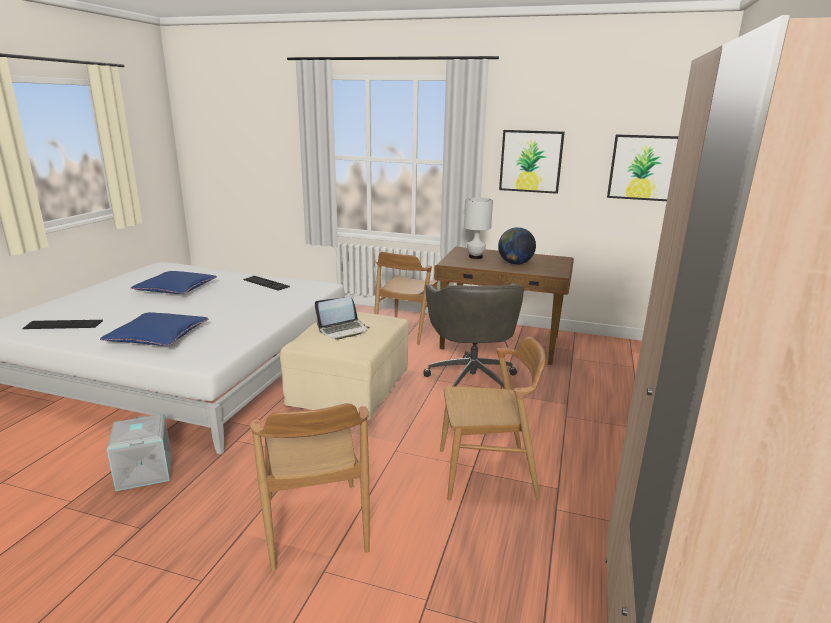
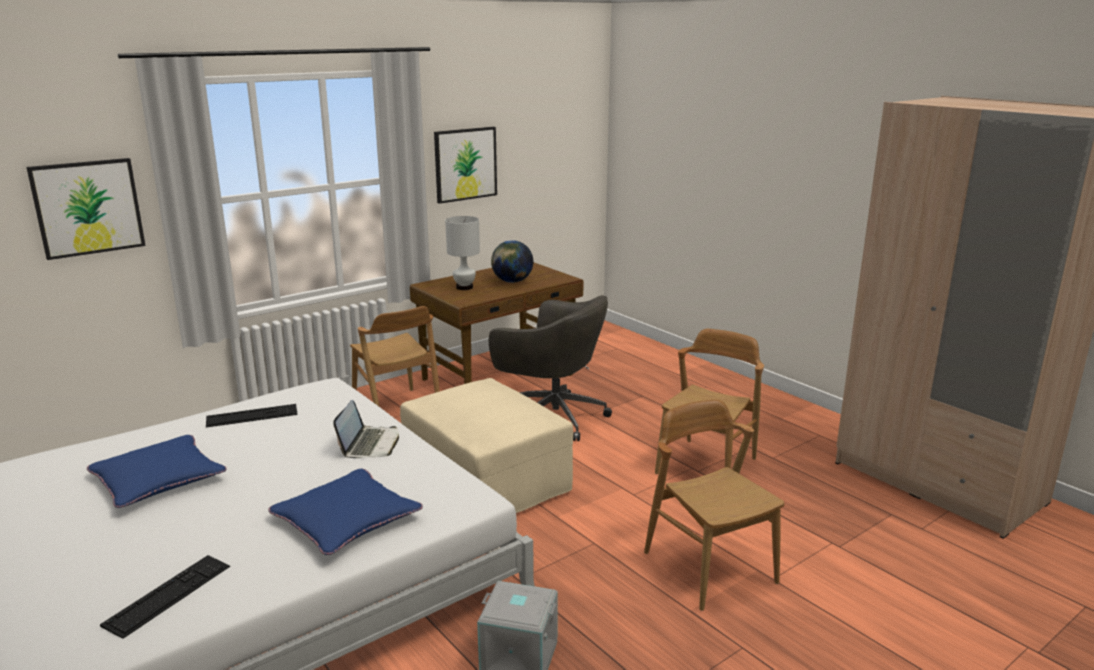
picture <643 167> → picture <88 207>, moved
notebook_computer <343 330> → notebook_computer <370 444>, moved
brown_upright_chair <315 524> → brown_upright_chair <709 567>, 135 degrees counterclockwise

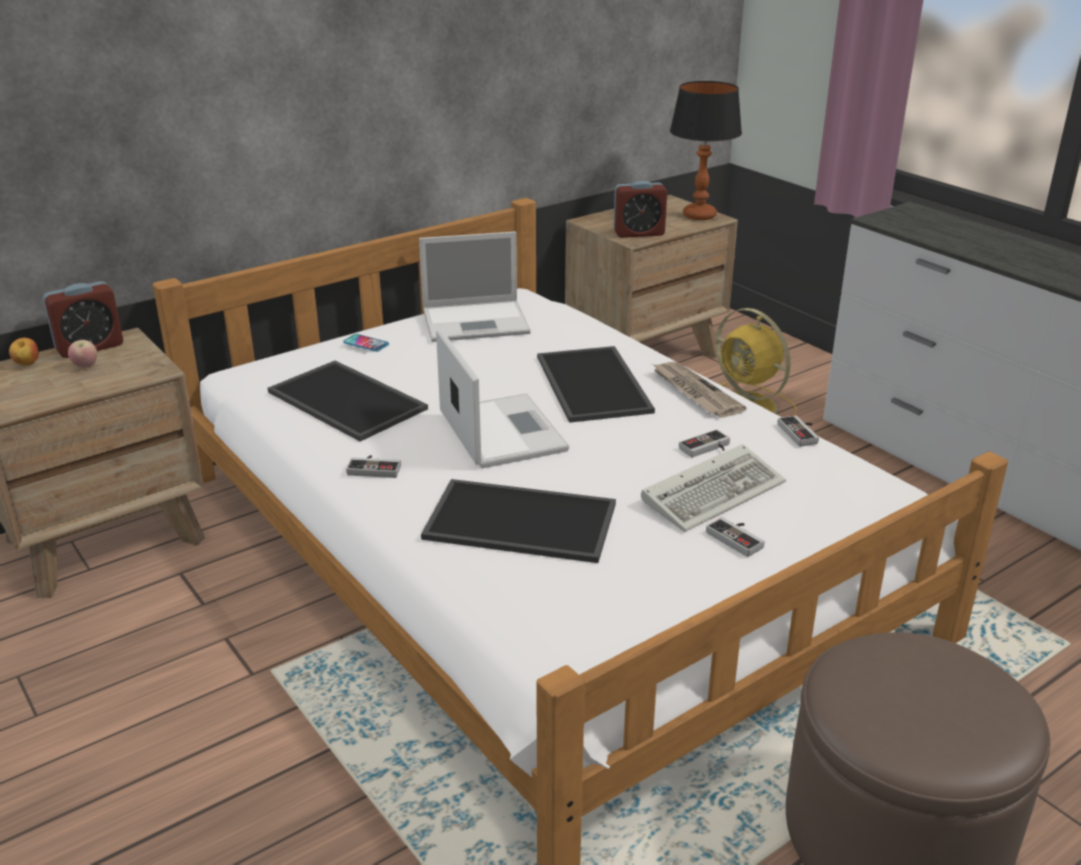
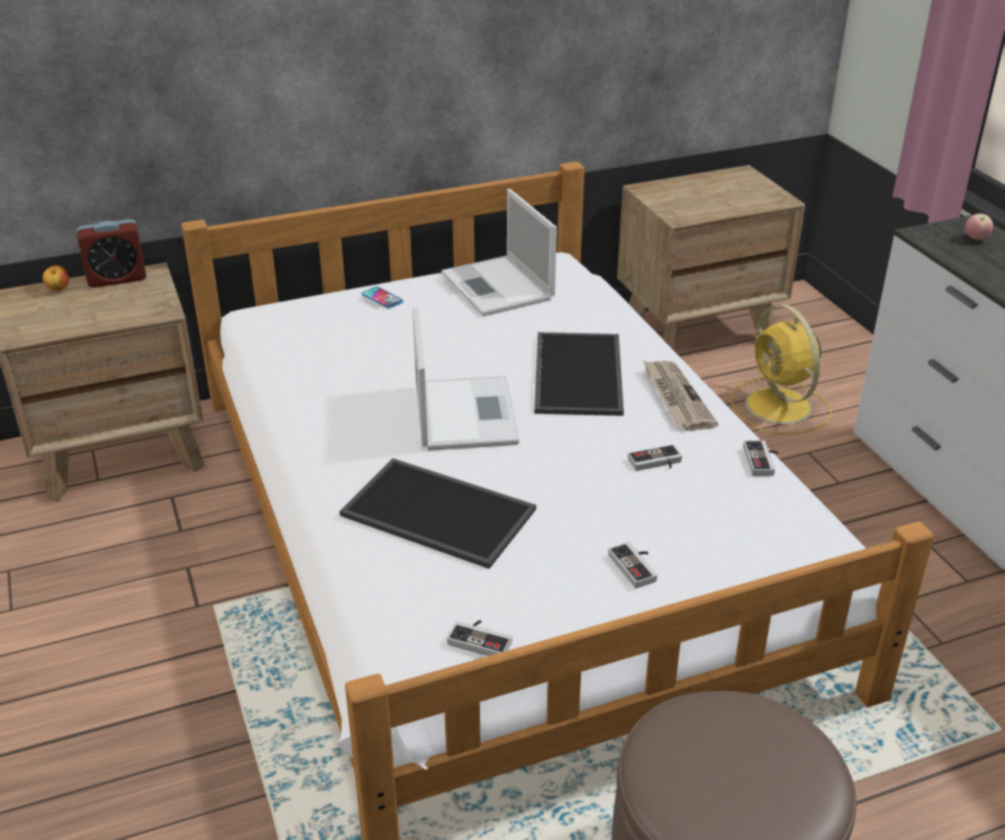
lamp_for_a_table <699 216> → -
alarm_clock <638 233> → -
notebook_computer <477 321> → notebook_computer <498 287>, 60 degrees clockwise
apple <85 366> → apple <975 239>, moved
serving_tray <349 400> → -
PC_keyboard <714 491> → -
gamepad <375 468> → gamepad <482 639>, moved

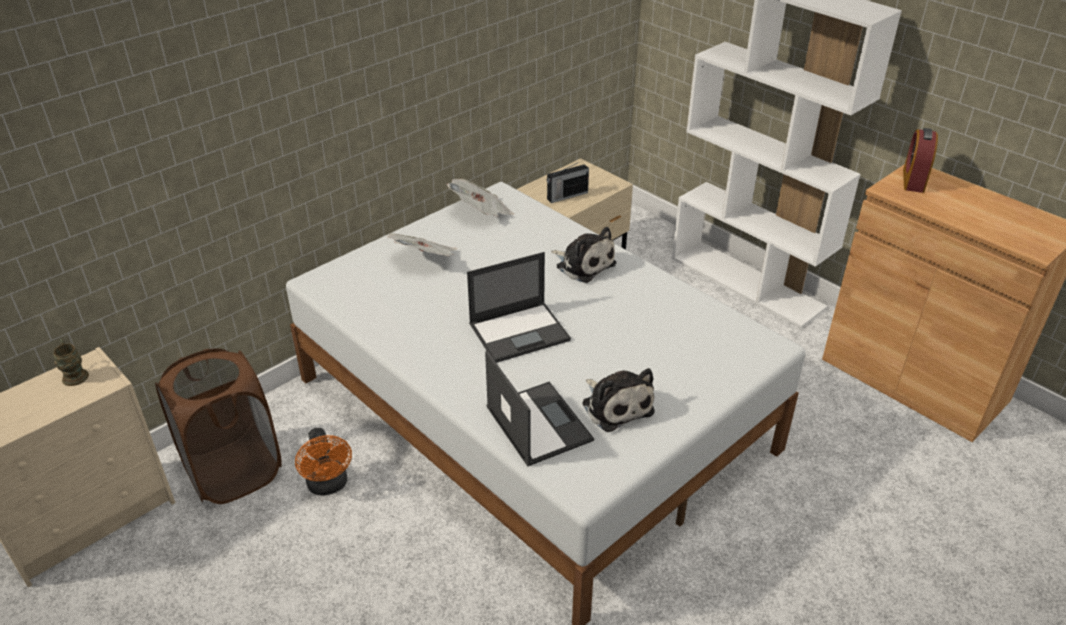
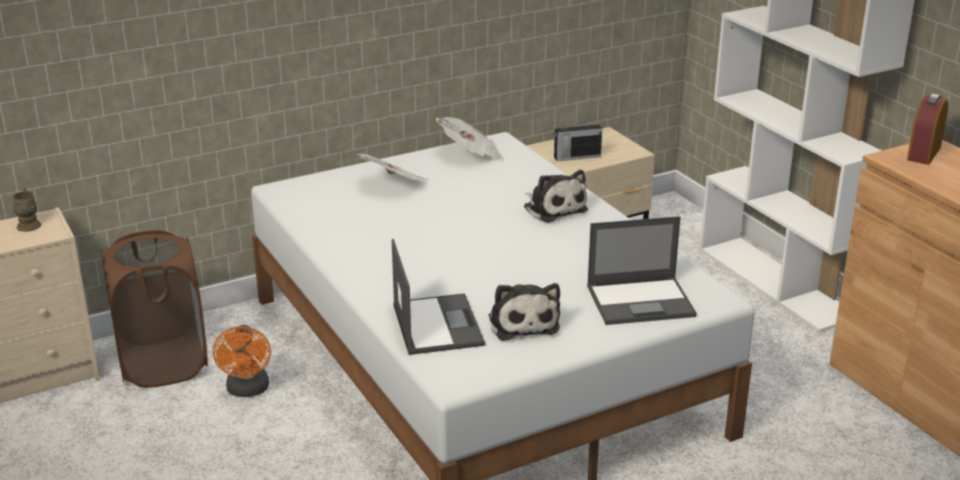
notebook_computer <520 331> → notebook_computer <641 301>, moved

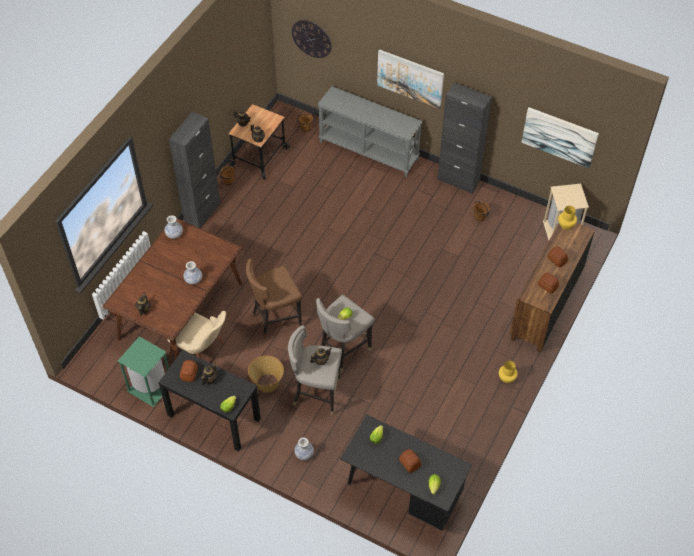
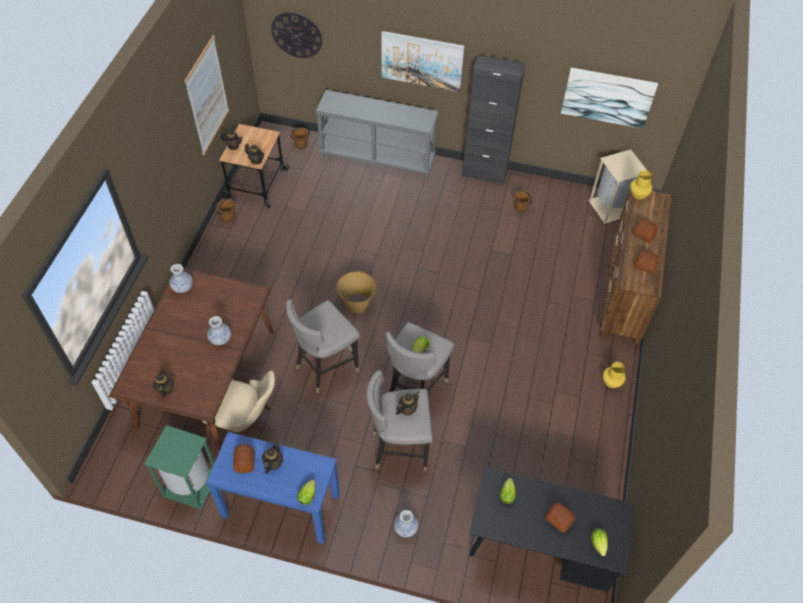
black-coloured_storage_cabinet <202 213> → -
brown_stool <276 320> → greyish_stool <325 367>
black-coloured_narrow_table <213 417> → blue_narrow_table <280 505>
storage_basket <267 383> → storage_basket <356 303>, moved
- → picture <207 96>

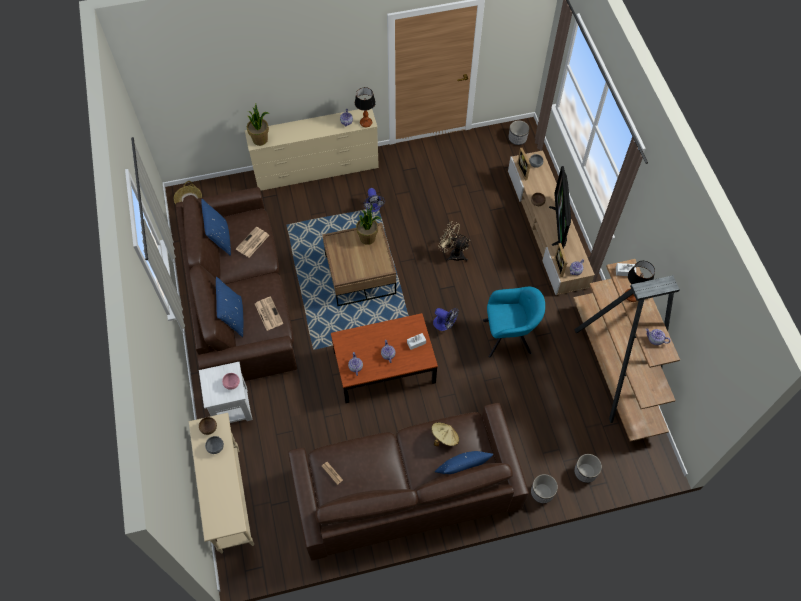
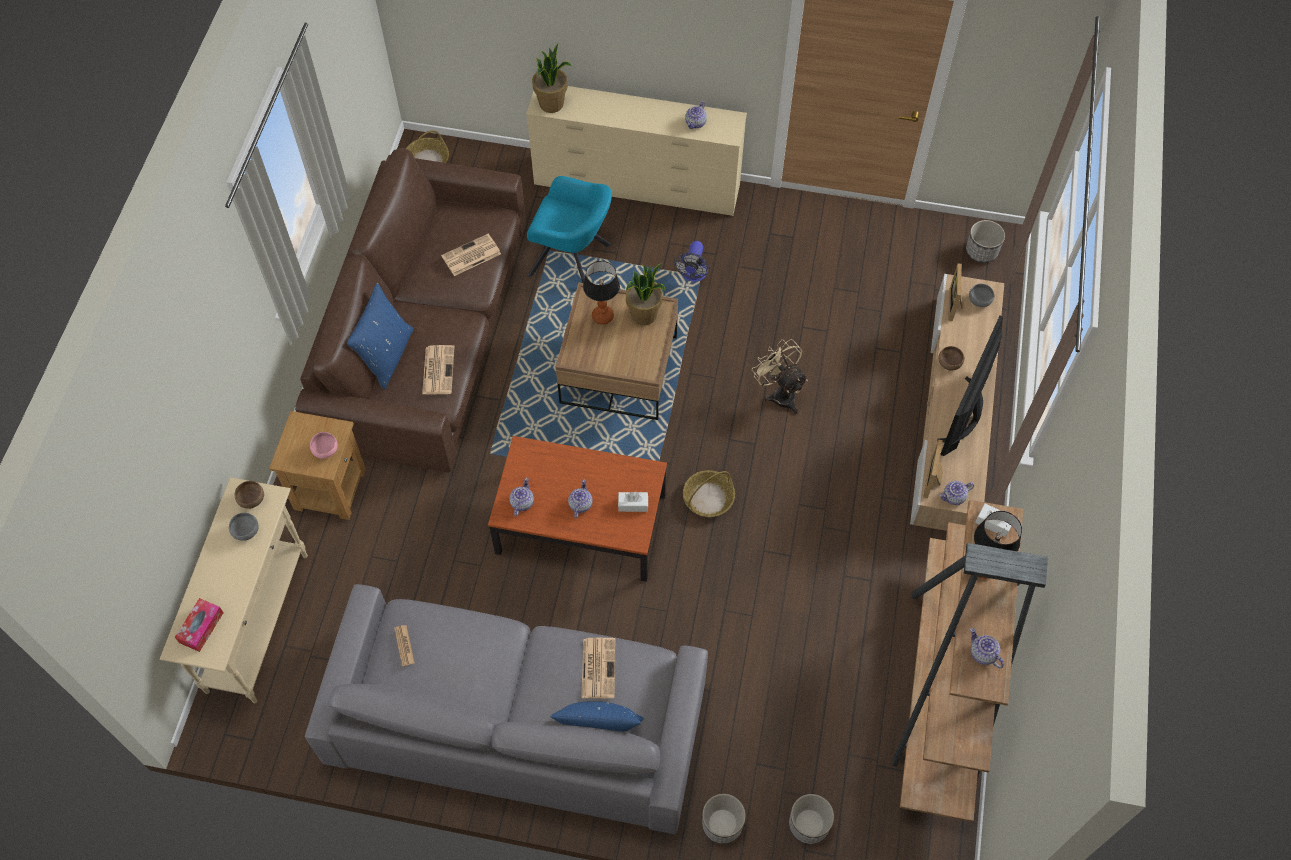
lamp_for_a_table <366 123> → lamp_for_a_table <602 316>, moved
blue_cushion <220 239> → -
turquoise-coloured_lounge_chair <509 336> → turquoise-coloured_lounge_chair <573 261>, moved
fan <445 324> → storage_basket <708 498>
white-coloured_end_table <231 407> → brown_end_table <330 488>
brown_couch <406 487> → greyish_couch <517 720>
sand-coloured_hat <444 437> → printed_paper <598 667>
- → box_of_tissues <201 627>

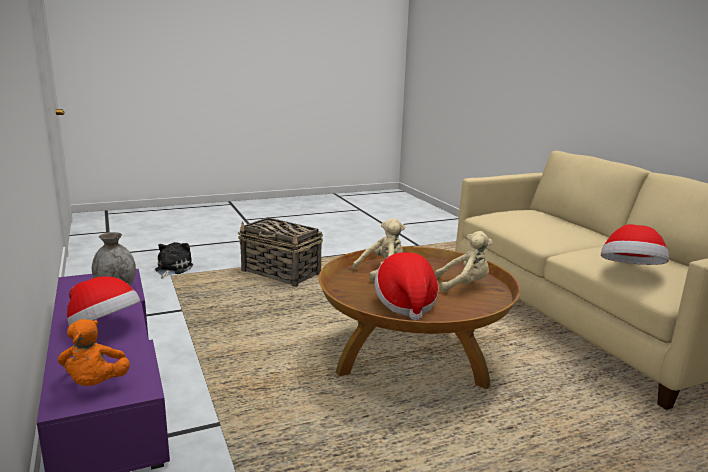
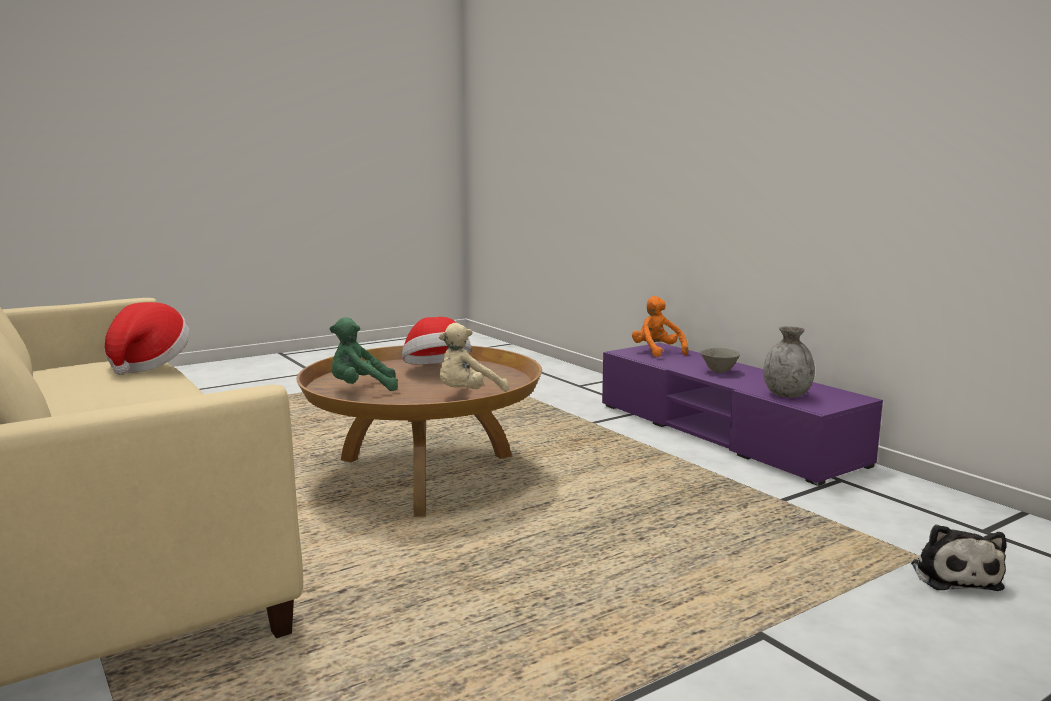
storage_basket <281 273> → -
sand-coloured_cuddly_toy <464 285> → green_cuddly_toy <361 389>
hat <104 327> → greyish_deep_dish <719 371>

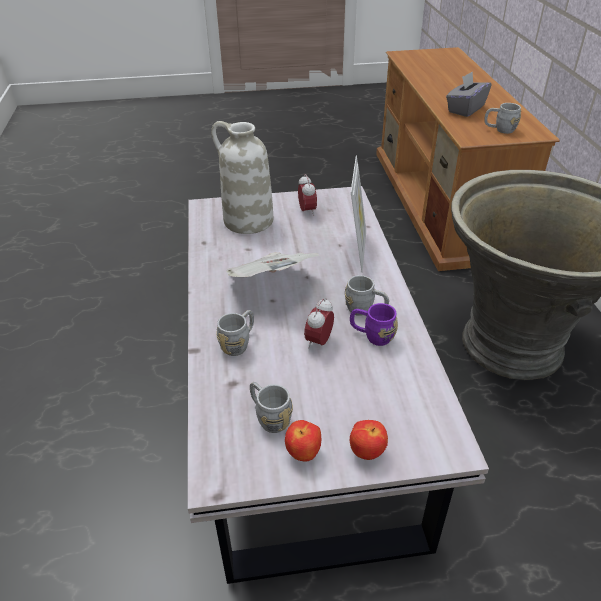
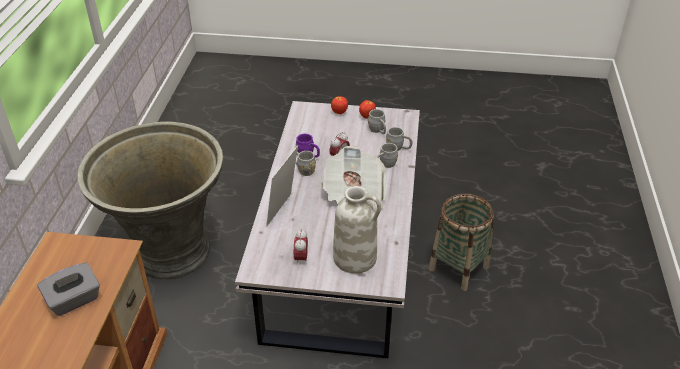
greyish_tea_mug <499 129> → greyish_tea_mug <398 148>, moved
- → storage_basket <459 268>

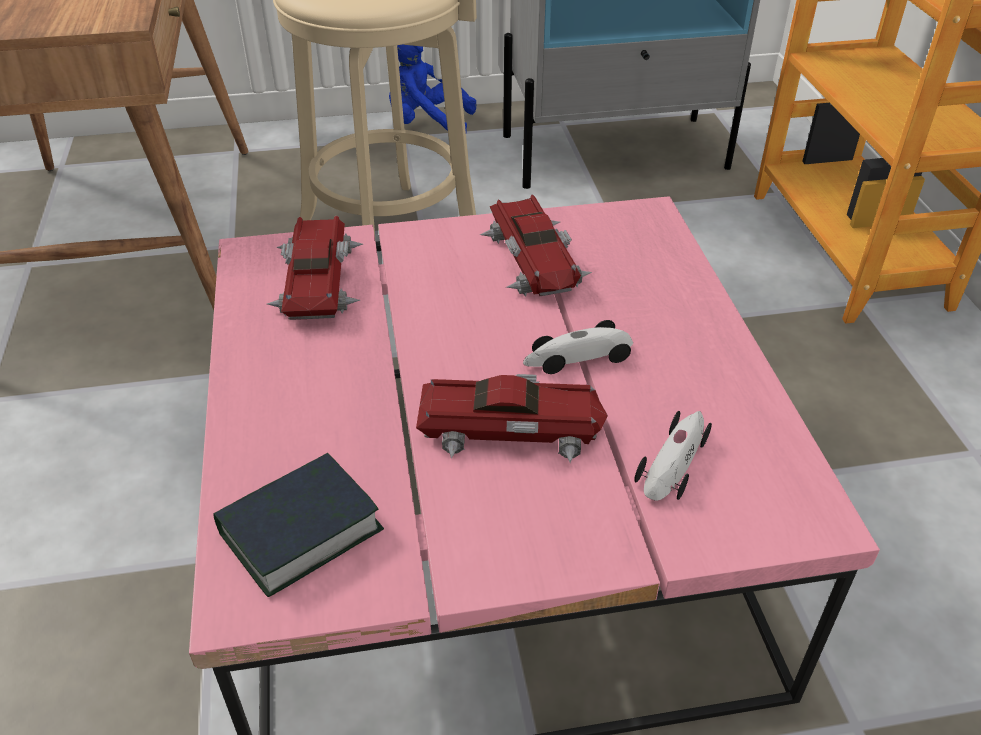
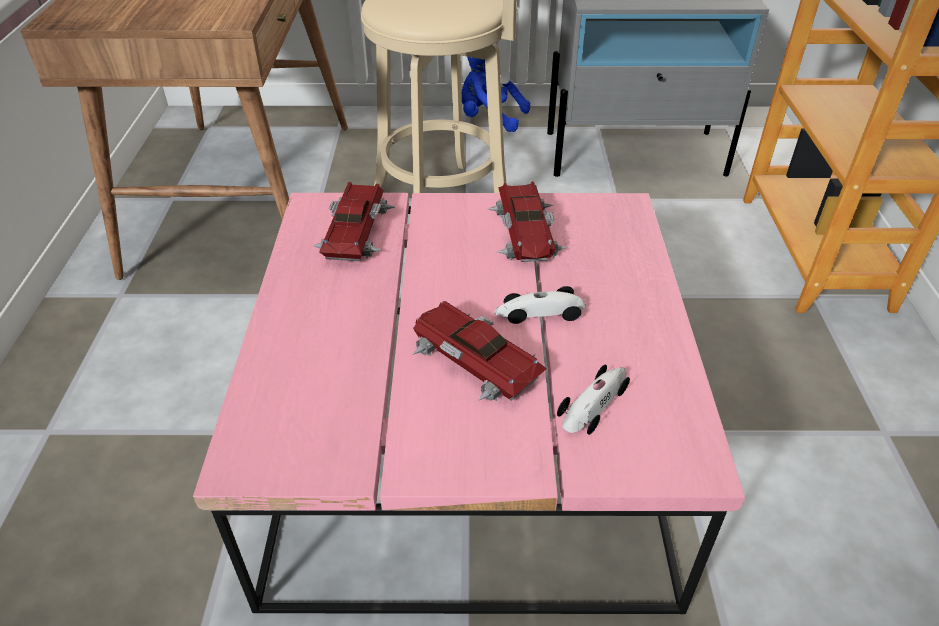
toy_car <512 427> → toy_car <473 361>, 150 degrees counterclockwise
volume <300 531> → -

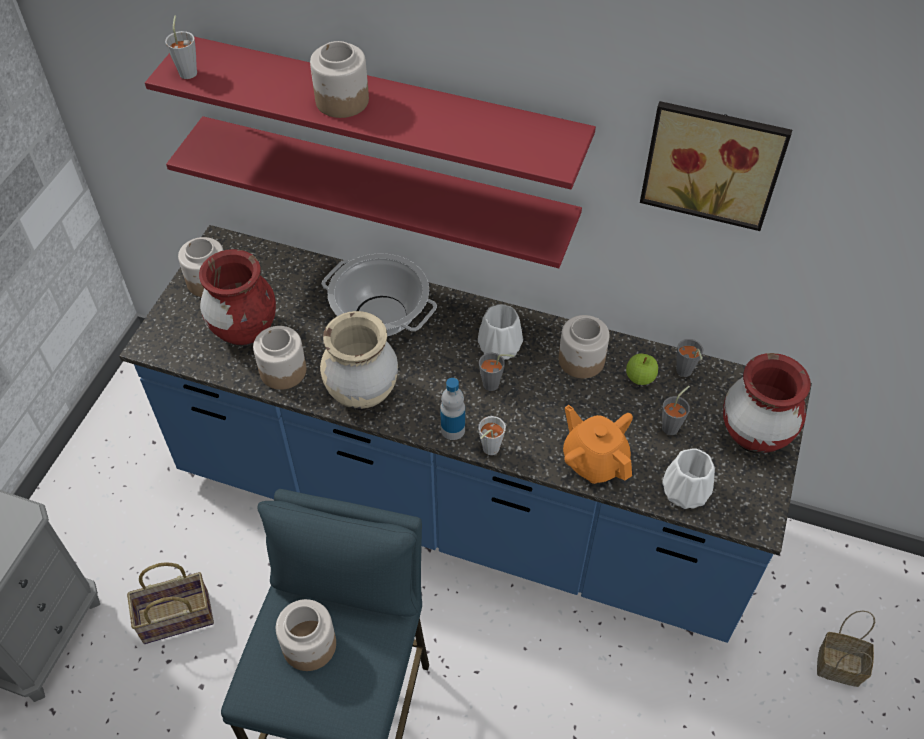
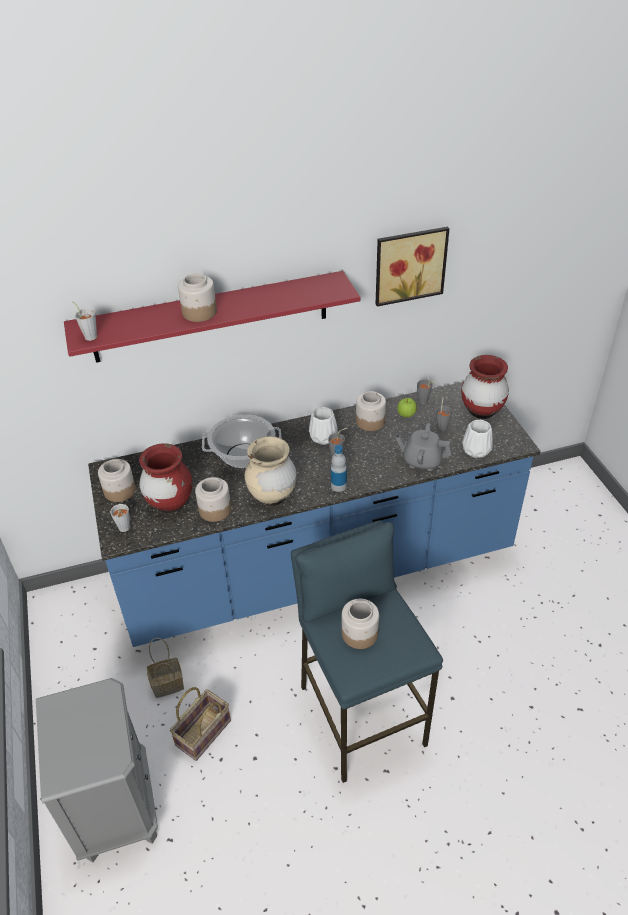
reddish_shelf <387 187> → -
orange_pot_for_tea <594 461> → greyish_pot_for_tea <422 460>
greyish_cup <488 450> → greyish_cup <123 529>, moved
storage_basket <841 665> → storage_basket <168 683>, moved

